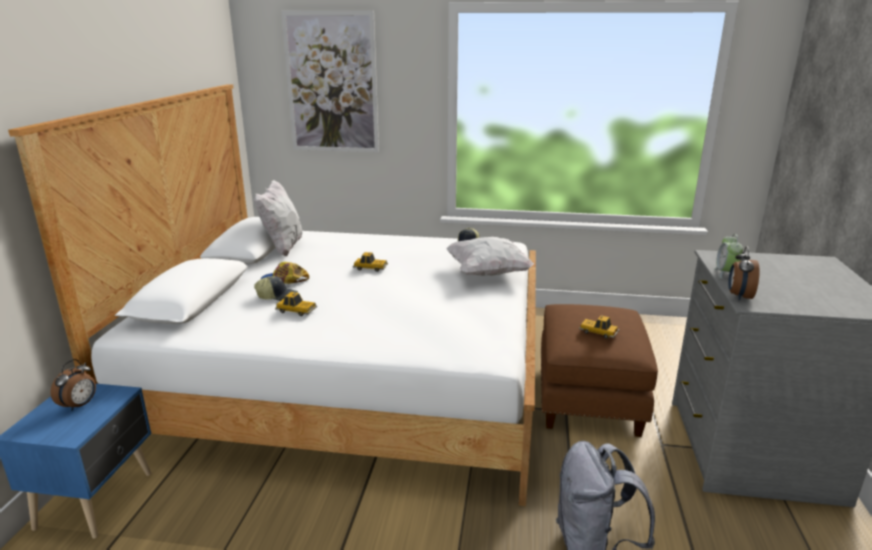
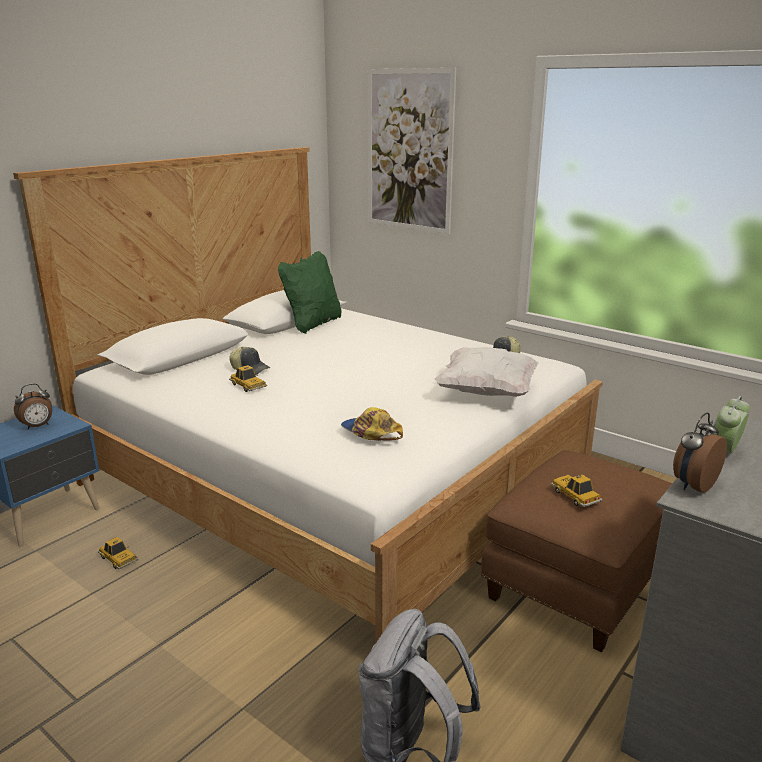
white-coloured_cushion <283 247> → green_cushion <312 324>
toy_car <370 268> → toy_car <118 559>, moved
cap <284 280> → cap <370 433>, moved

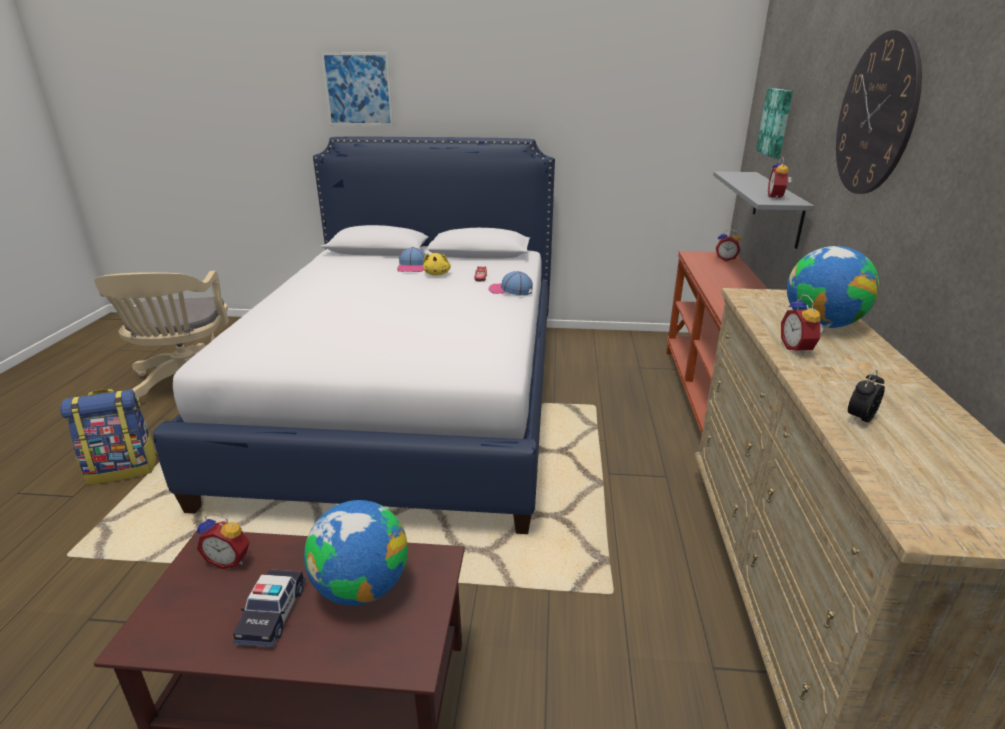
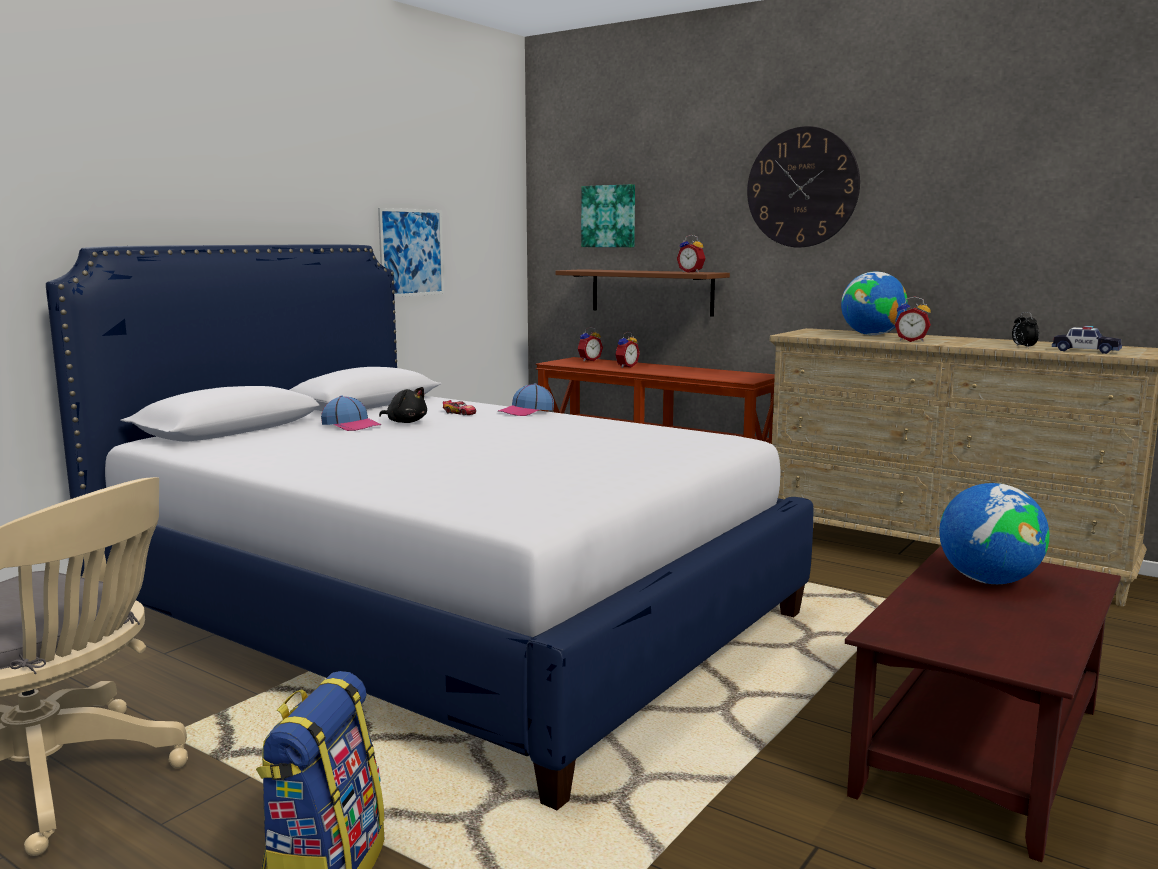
picture <358 89> → picture <411 252>, moved
greyish_shelf <777 208> → brown_shelf <651 292>
yellowish_cuddly_toy <437 274> → black-coloured_cuddly_toy <405 422>
alarm_clock <230 560> → alarm_clock <625 366>, moved
toy_car <272 613> → toy_car <1086 351>, moved

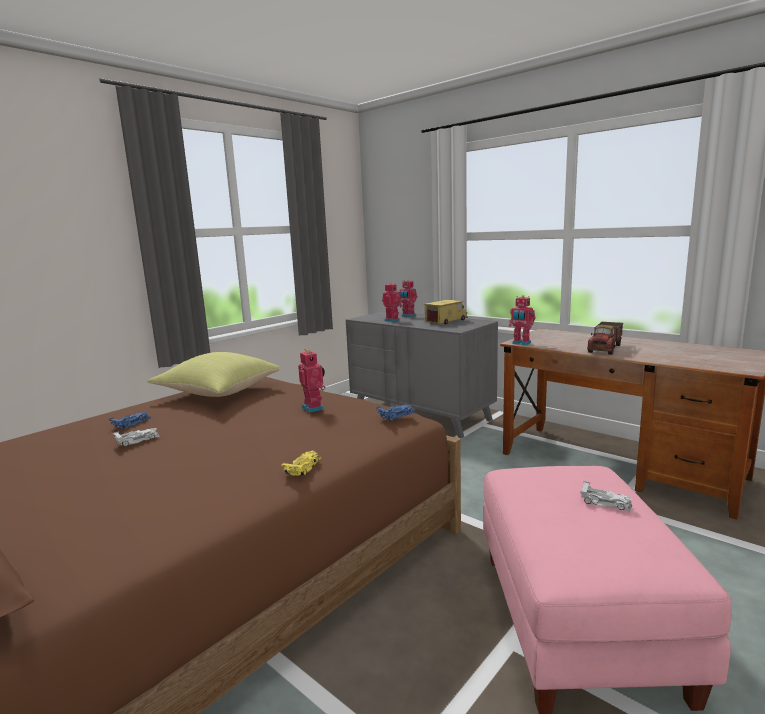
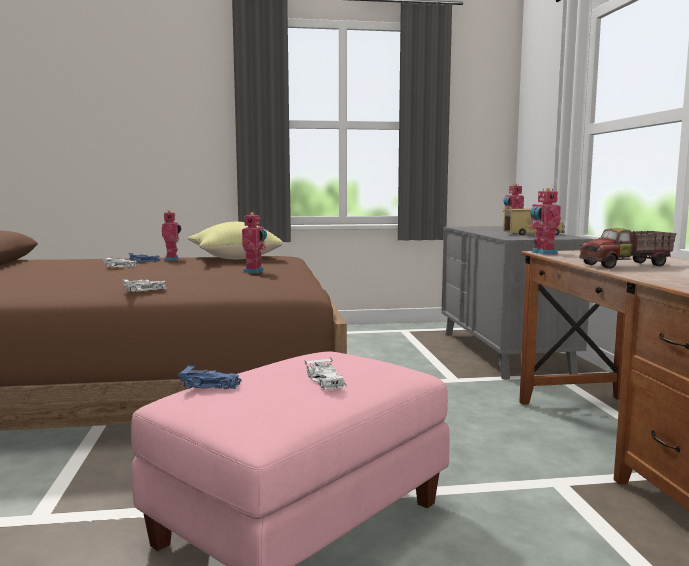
model_robot <392 320> → model_robot <172 259>, moved
blue_toy_car <396 415> → blue_toy_car <211 385>, moved
yellowish_toy_car <303 467> → white-coloured_toy_car <145 290>

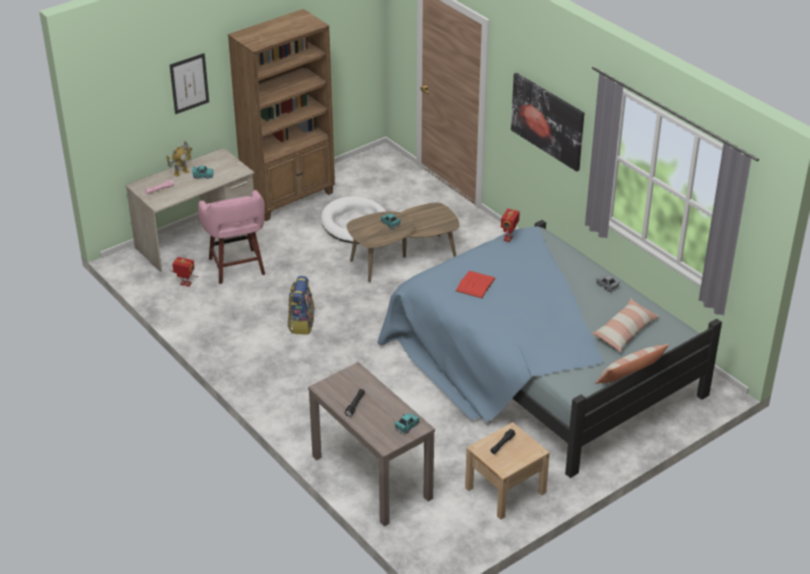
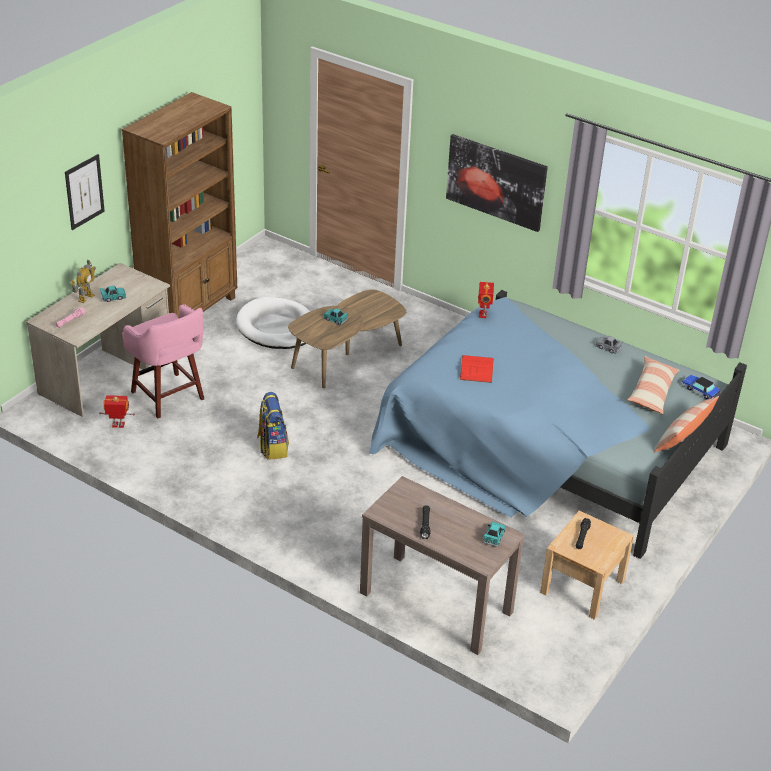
- → toy_car <700 390>

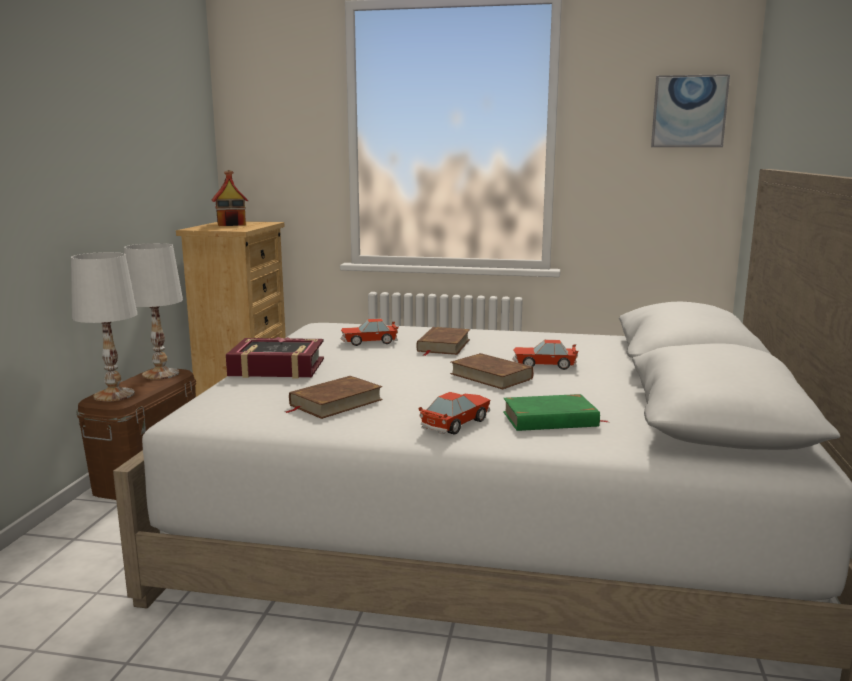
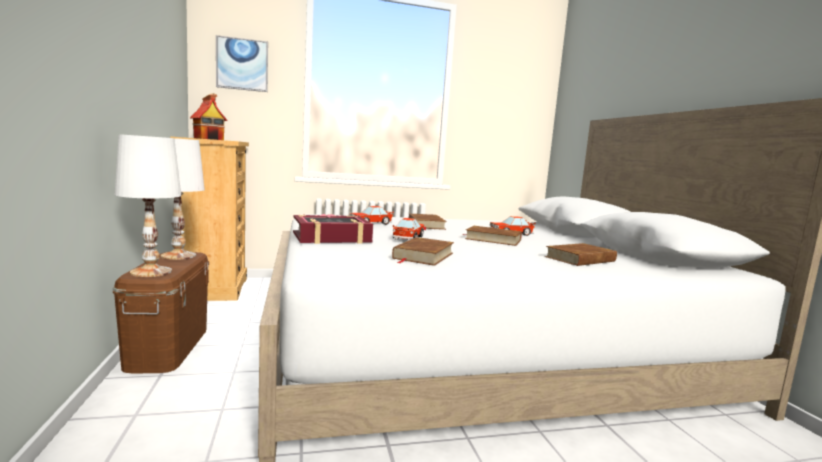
picture <689 111> → picture <242 64>, moved
toy_car <456 423> → toy_car <408 237>, moved
green_volume <550 419> → brown_volume <580 259>

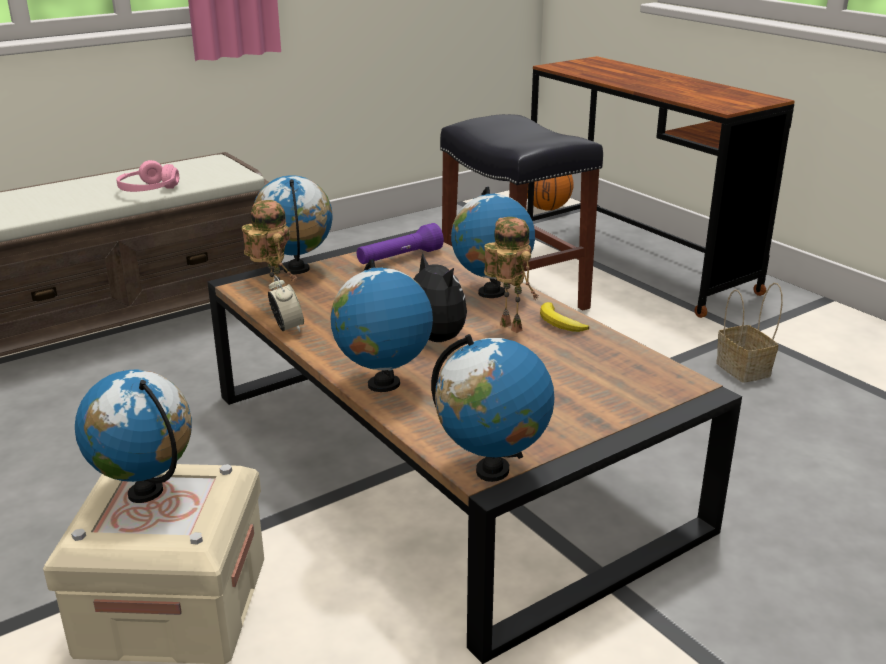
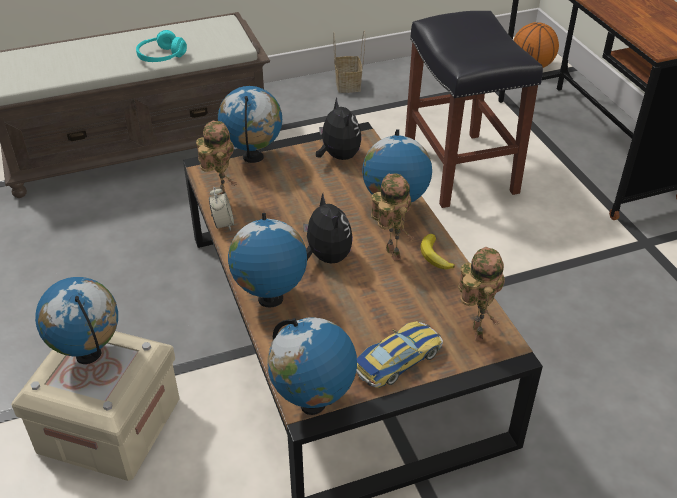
pink-coloured_headphones <148 190> → turquoise-coloured_headphones <161 57>
purple-coloured_flashlight <399 258> → cuddly_toy <338 156>
storage_basket <745 370> → storage_basket <348 85>, moved
- → model_robot <474 331>
- → toy_car <398 360>

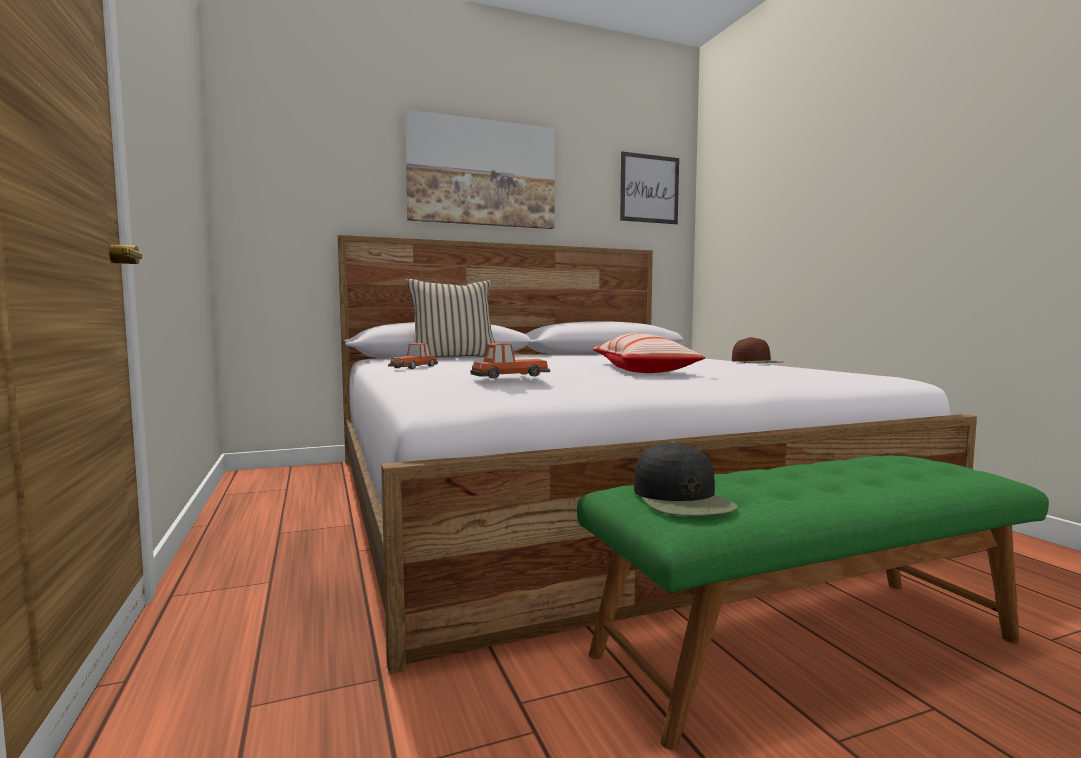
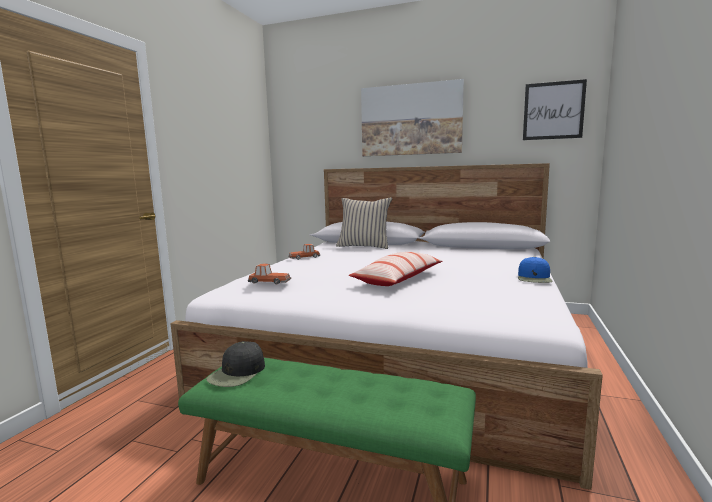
brown_cap <757 362> → blue_cap <534 278>

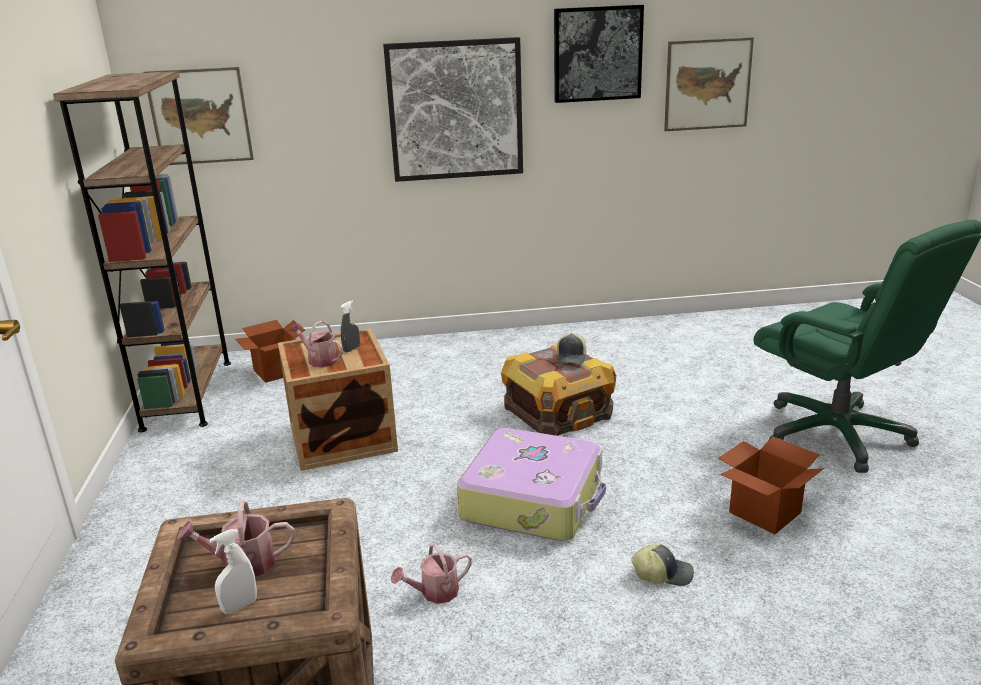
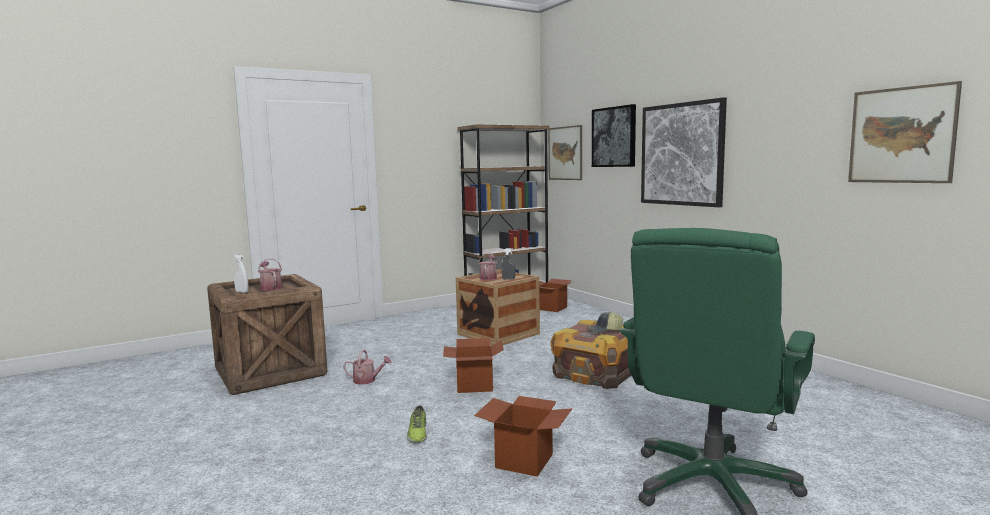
picture <597 54> → picture <614 137>, moved
piece_of_luggage <534 499> → carton <474 385>
watering_pot <434 593> → watering_pot <367 380>, 150 degrees clockwise
cap <662 573> → shoe <417 433>

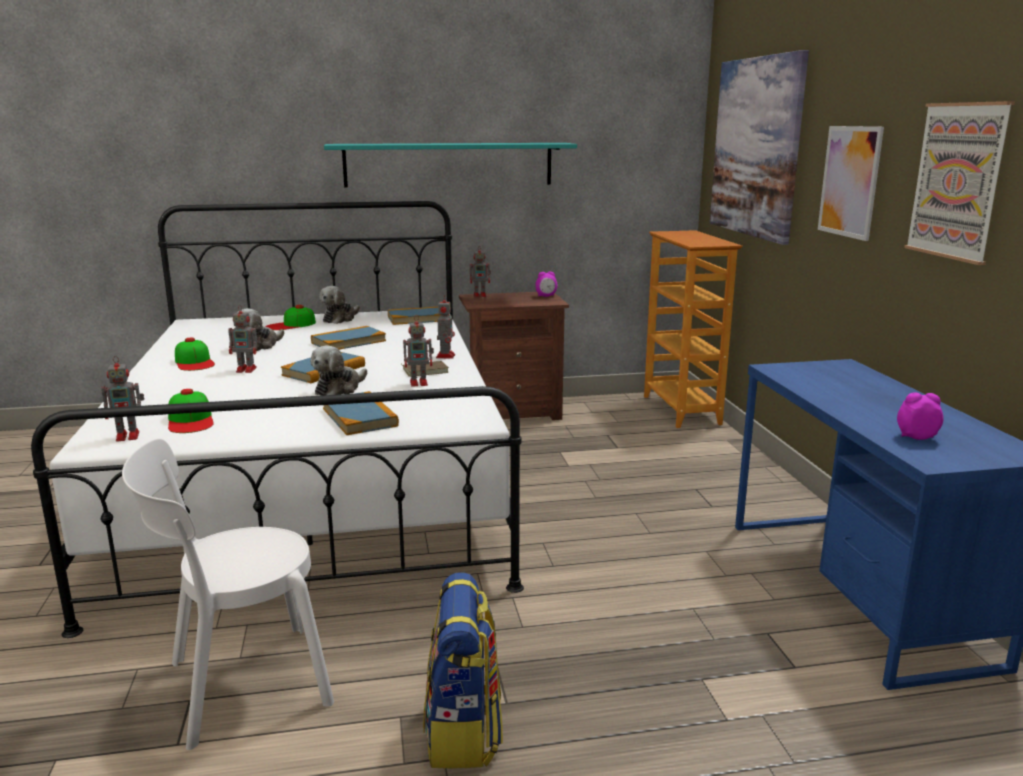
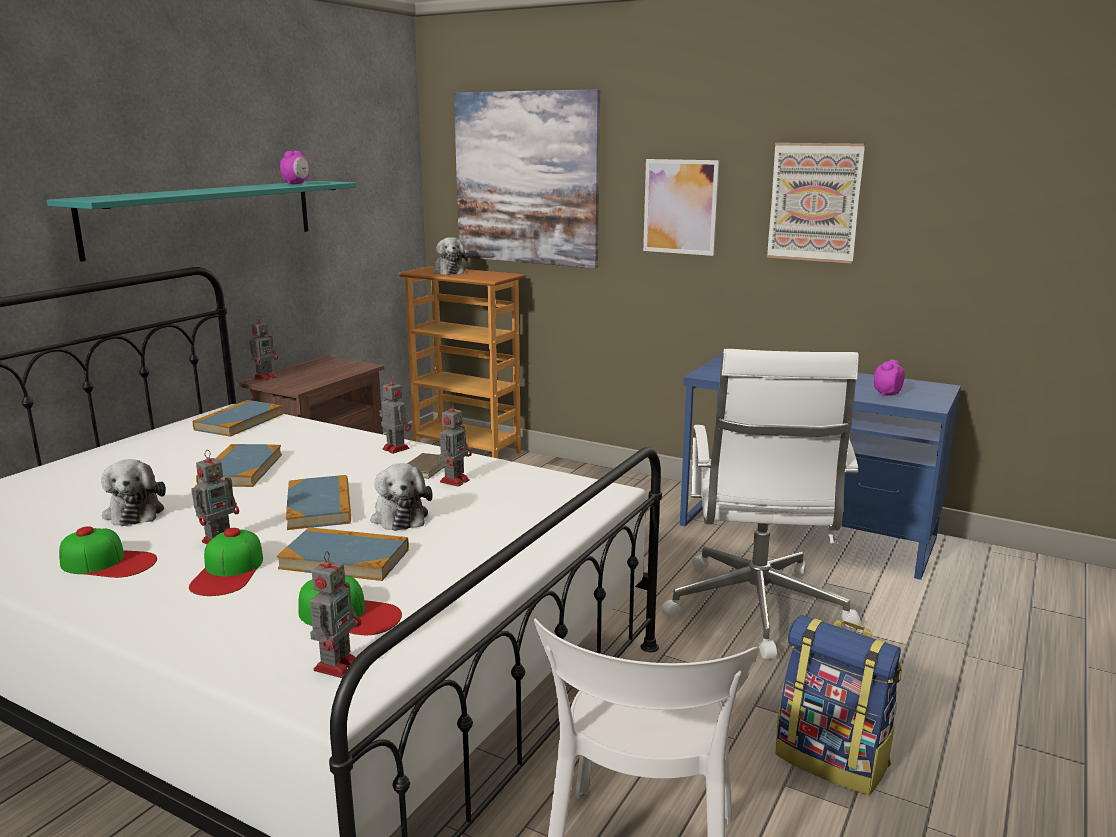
alarm_clock <546 296> → alarm_clock <296 184>, moved
cuddly_toy <340 319> → cuddly_toy <448 272>, moved
cap <291 325> → cap <228 571>, moved
volume <360 417> → volume <345 559>, moved
- → white-coloured_office_chair <756 610>

